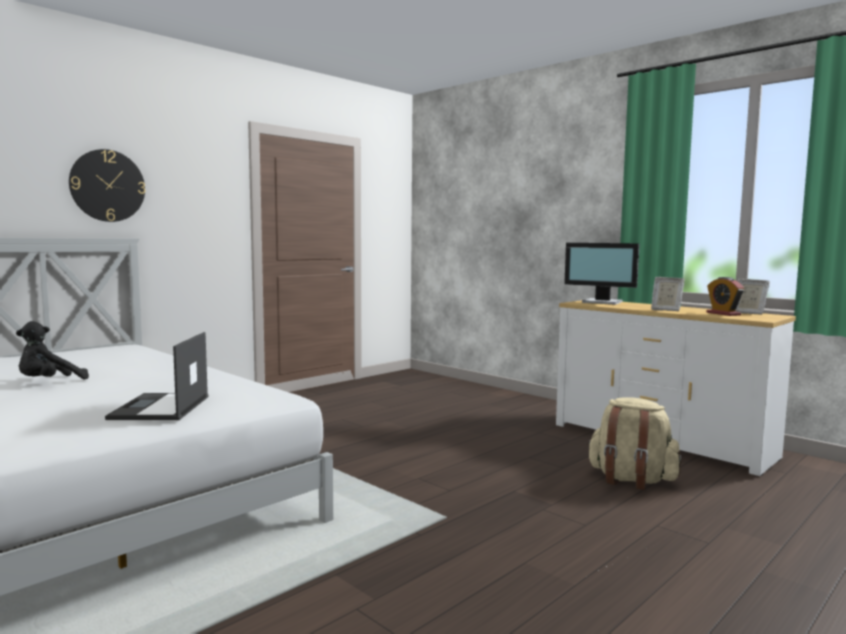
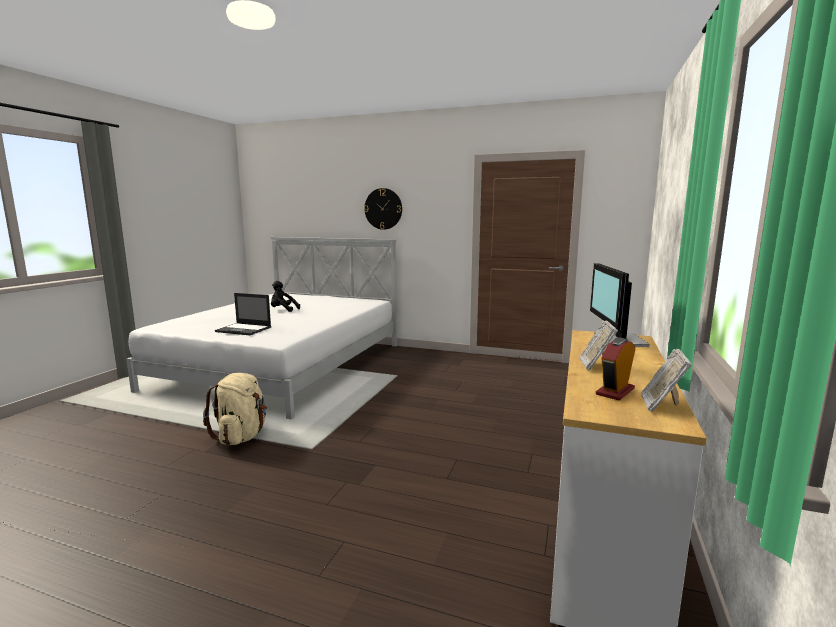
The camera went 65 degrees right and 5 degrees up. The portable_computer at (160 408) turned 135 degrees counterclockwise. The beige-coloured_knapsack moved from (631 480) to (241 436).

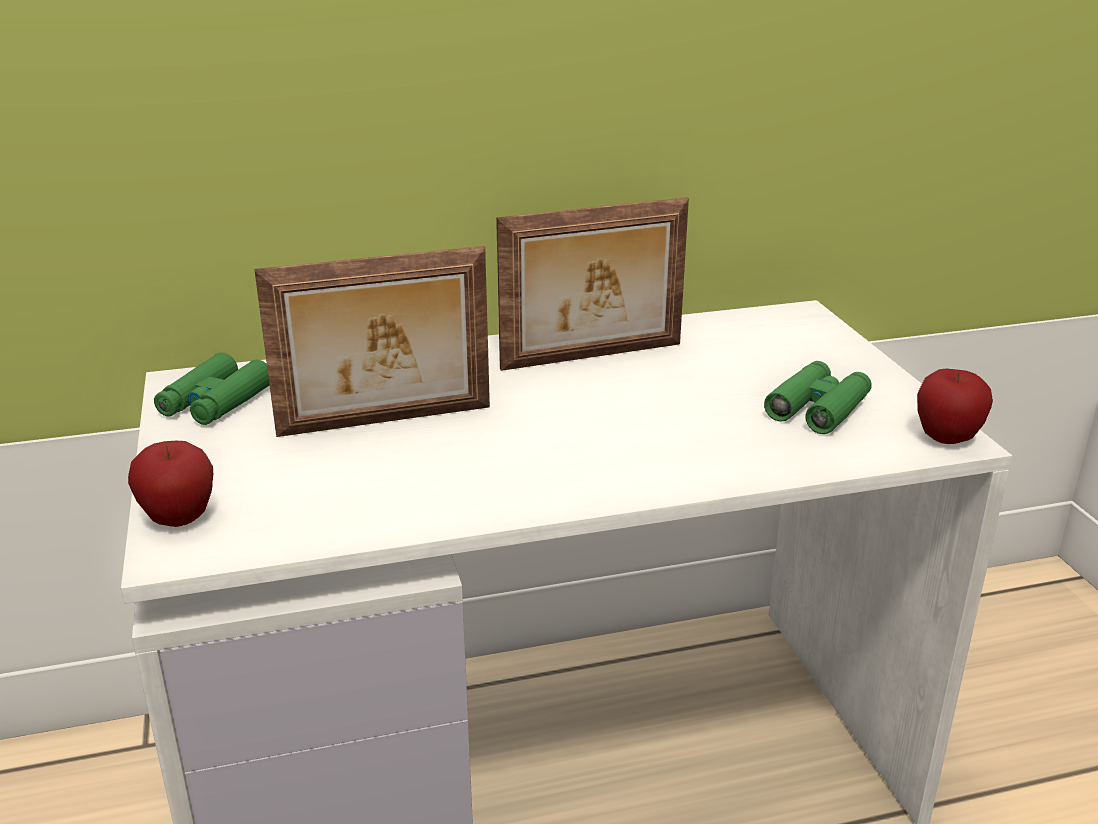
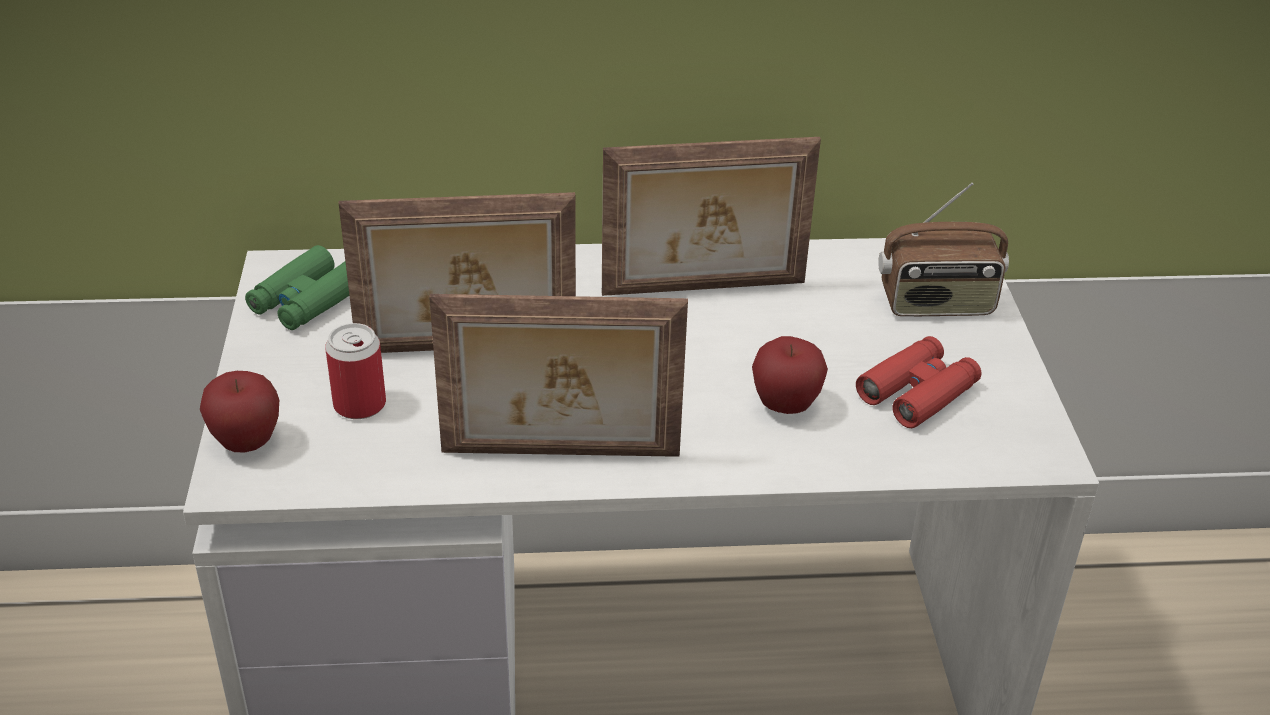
The camera went 10 degrees right and 10 degrees up. The greenish_pair_of_binoculars at (818 408) became the reddish_pair_of_binoculars at (917 392). The whole_apple moved from (946 439) to (785 406). The metal_can at (359 405) appeared. The photo_frame at (560 455) appeared. The radio at (937 304) appeared.

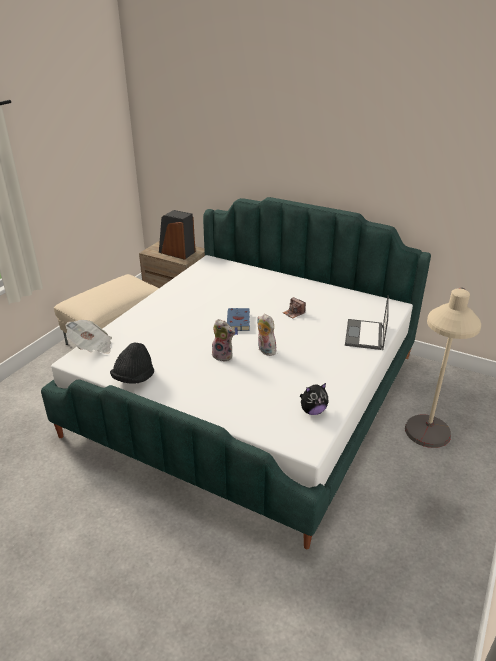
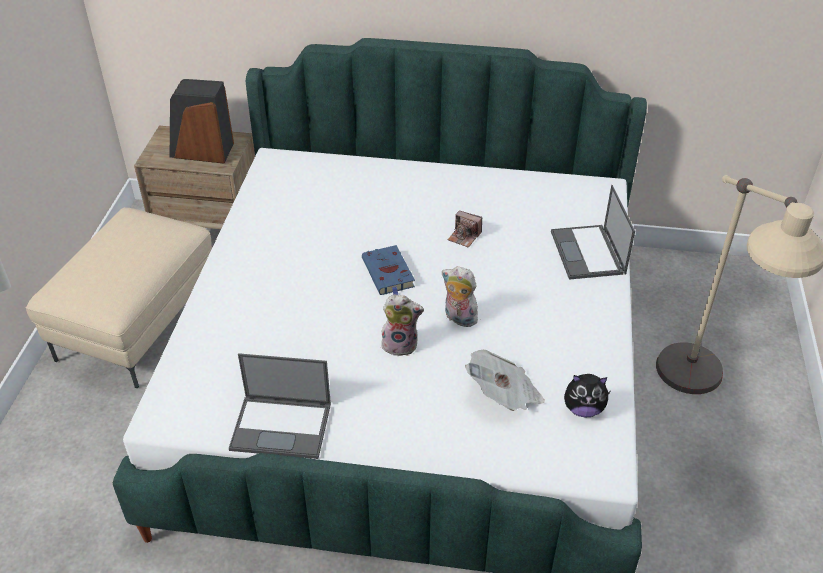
The camera went 20 degrees left and 10 degrees up. The daily_paper moved from (92 347) to (504 395). The blackish_clothing_hat at (134 378) was replaced by the portable_computer at (282 426). The plush_toy at (312 411) turned 45 degrees clockwise.

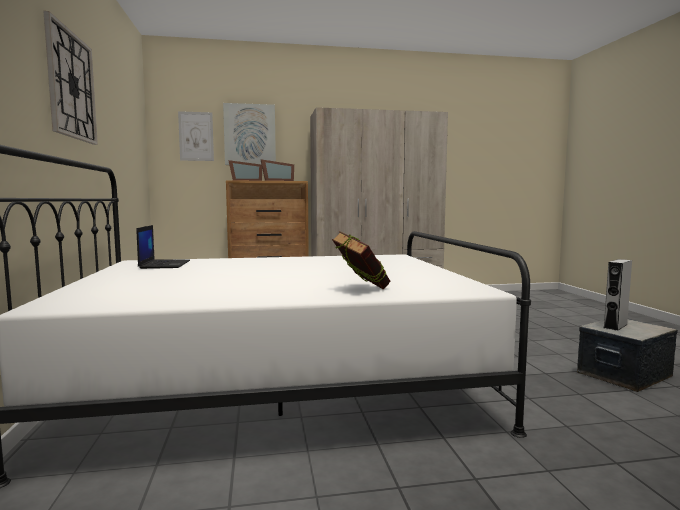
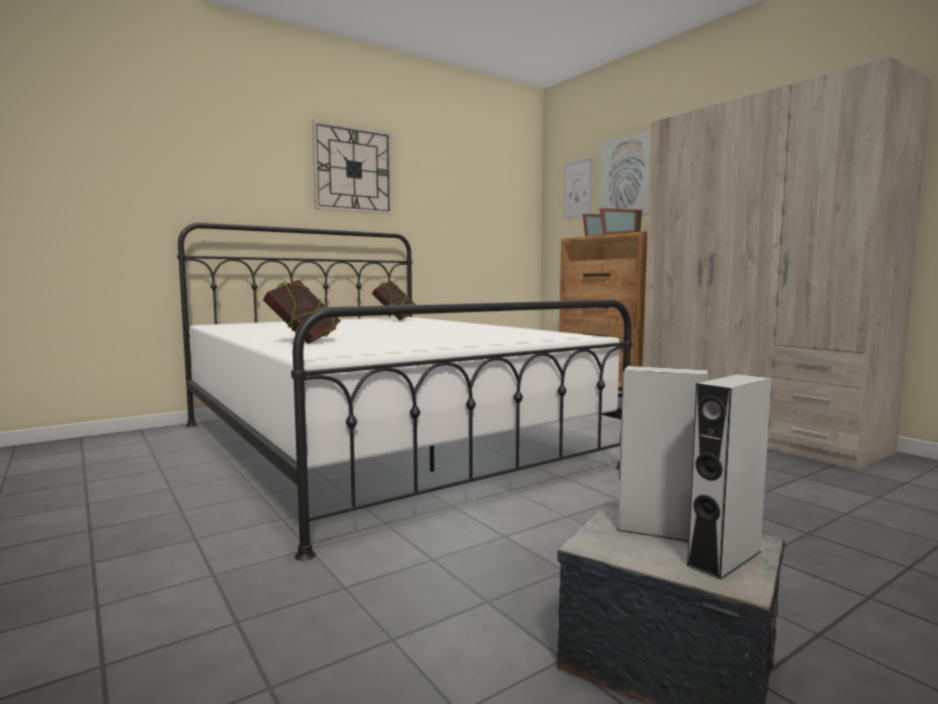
The camera went 65 degrees right and 0 degrees up. The portable_computer at (164 264) was replaced by the book at (395 320). The greyish_speaker at (724 558) appeared.

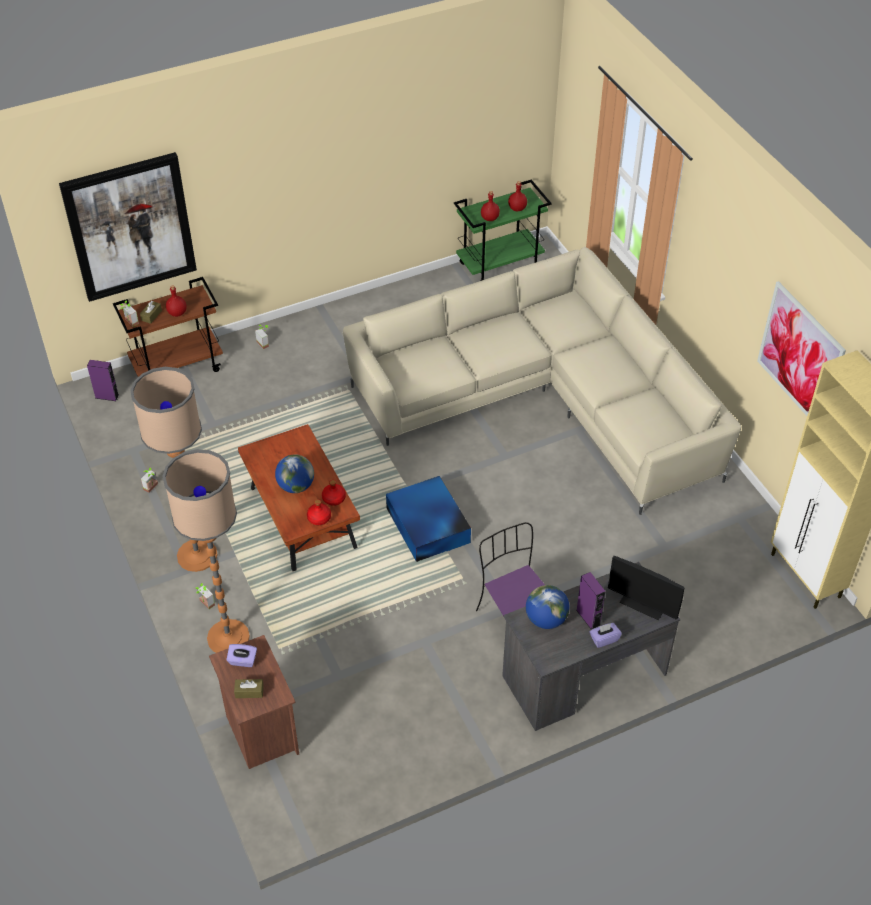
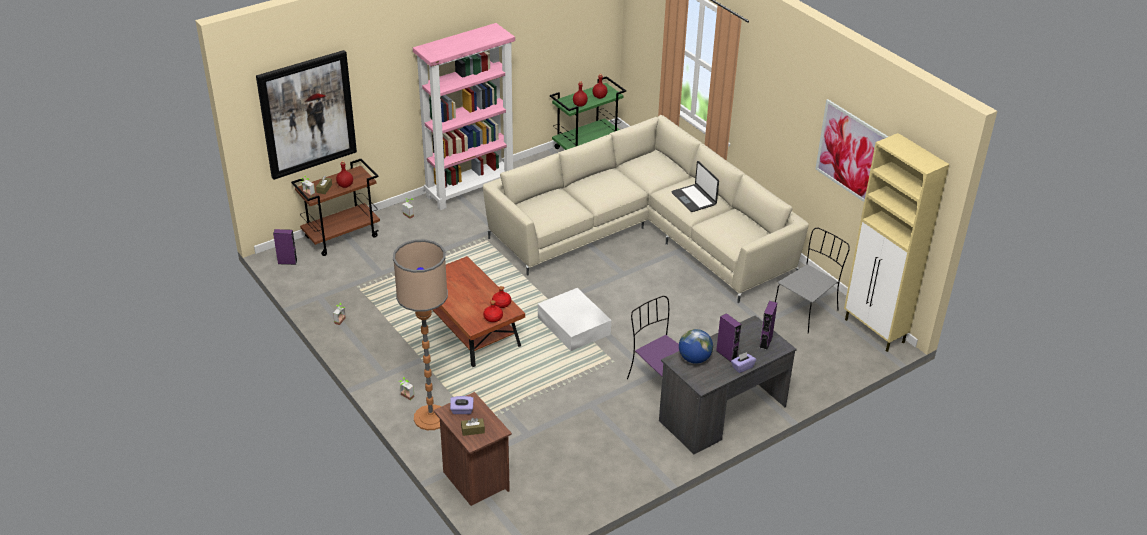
The camera went 10 degrees left and 10 degrees down. The standing_lamp at (197 555) disappeared. The world_globe at (296 486) disappeared. The bluish_storage_bin at (428 526) became the white-coloured_storage_bin at (574 326). The computer_screen at (642 604) was replaced by the purple-coloured_speaker at (765 342). The pinkish_bookshelf at (470 189) appeared. The portable_computer at (694 198) appeared. The greyish_plain_chair at (806 310) appeared.

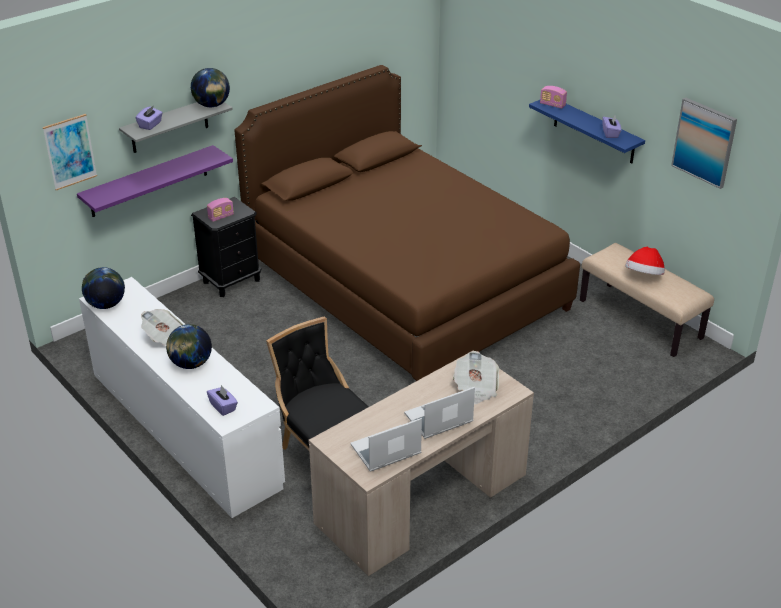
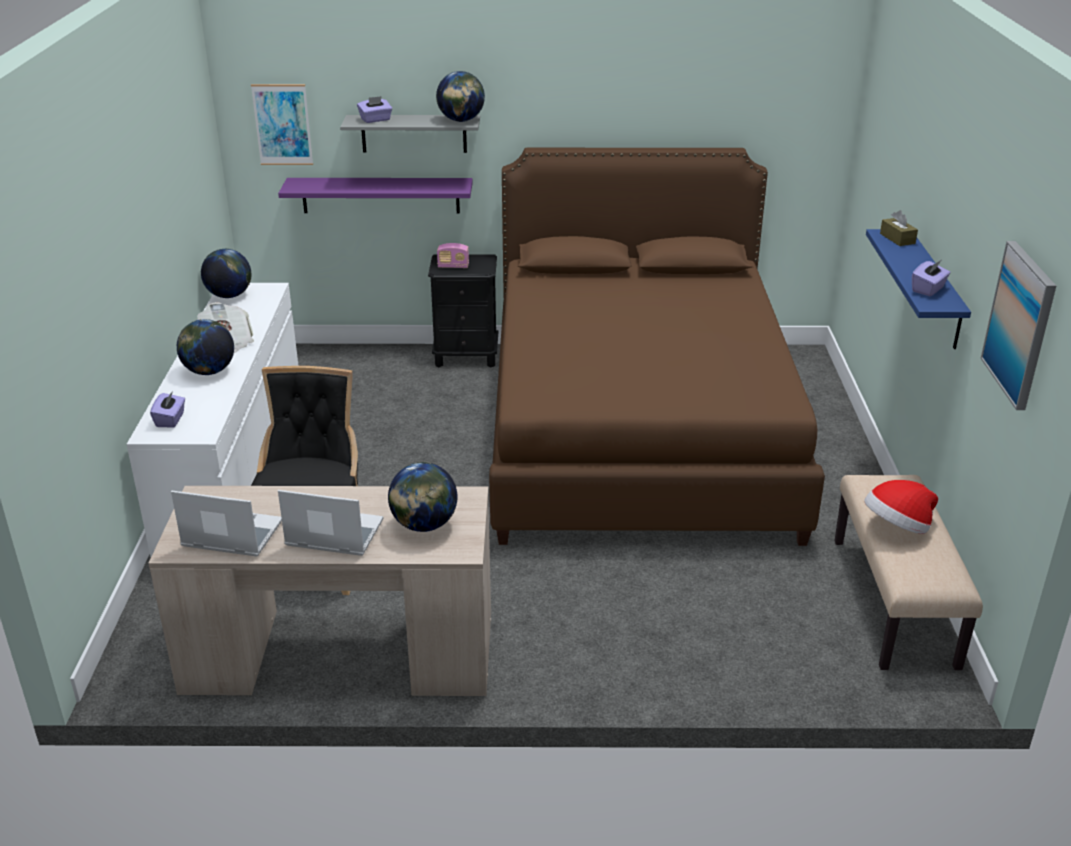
The camera went 40 degrees right and 5 degrees down. The daily_paper at (476 388) was replaced by the world_globe at (424 525). The radio at (552 105) was replaced by the brown_box_of_tissues at (897 238).

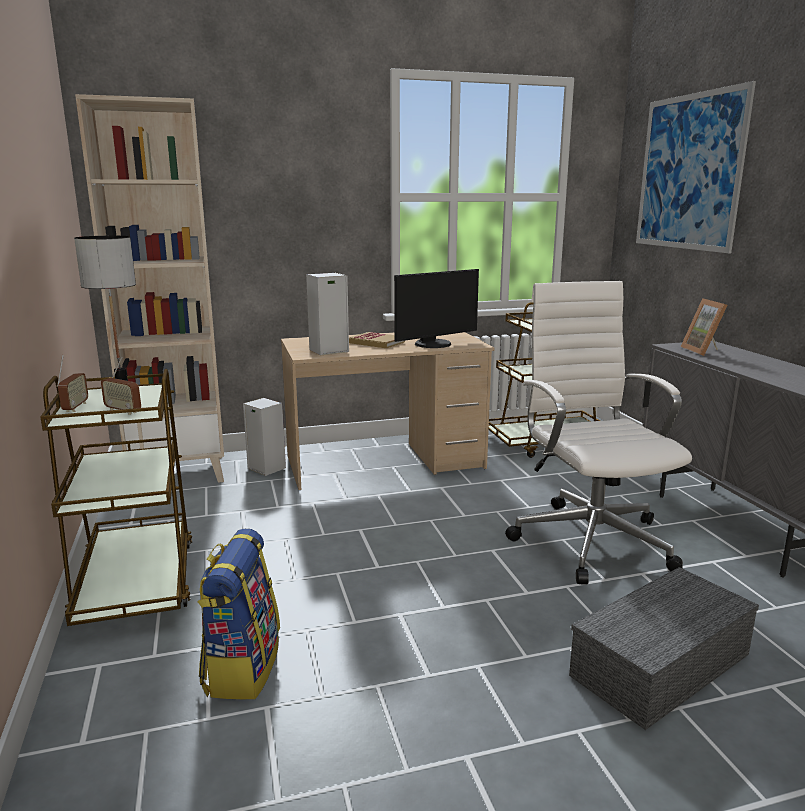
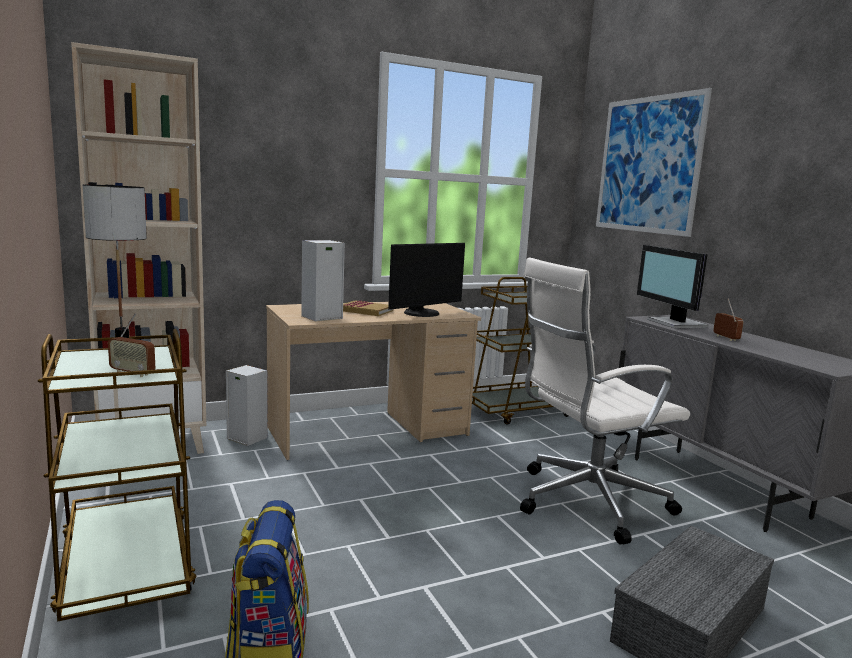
The camera went 10 degrees left and 5 degrees down. The radio moved from (75 407) to (725 338). The white-coloured_desk_chair at (590 539) turned 90 degrees counterclockwise. The photo_frame at (704 351) was replaced by the computer_screen at (675 323).

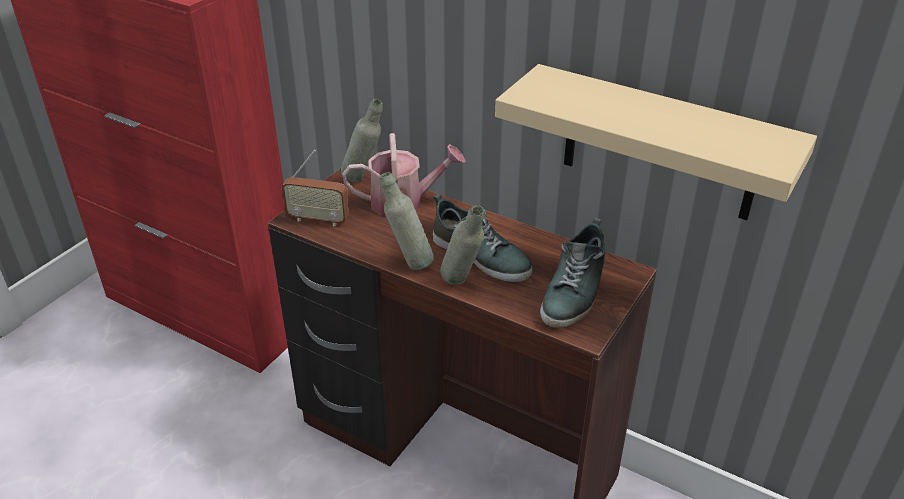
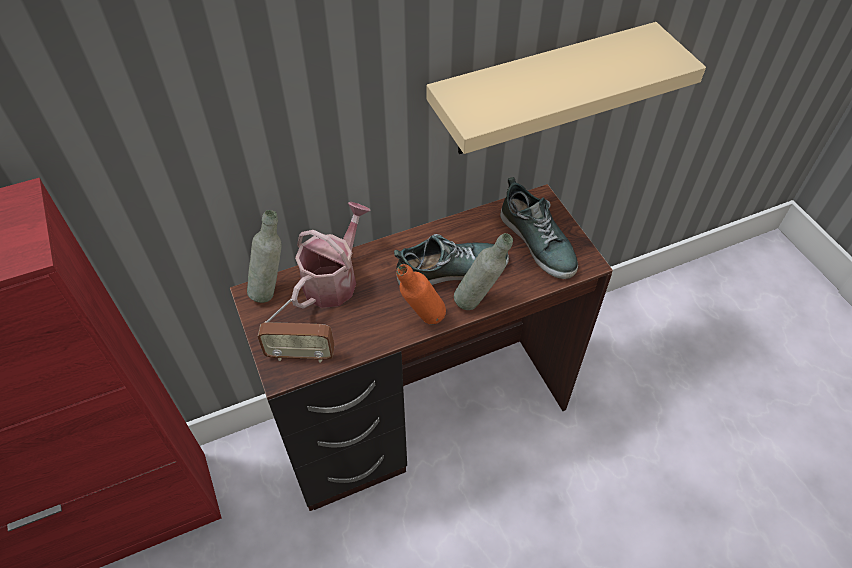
The camera went 55 degrees left and 15 degrees up. The radio at (318 219) turned 45 degrees clockwise. The greyish_drink_bottle at (408 263) became the orange_drink_bottle at (422 322).

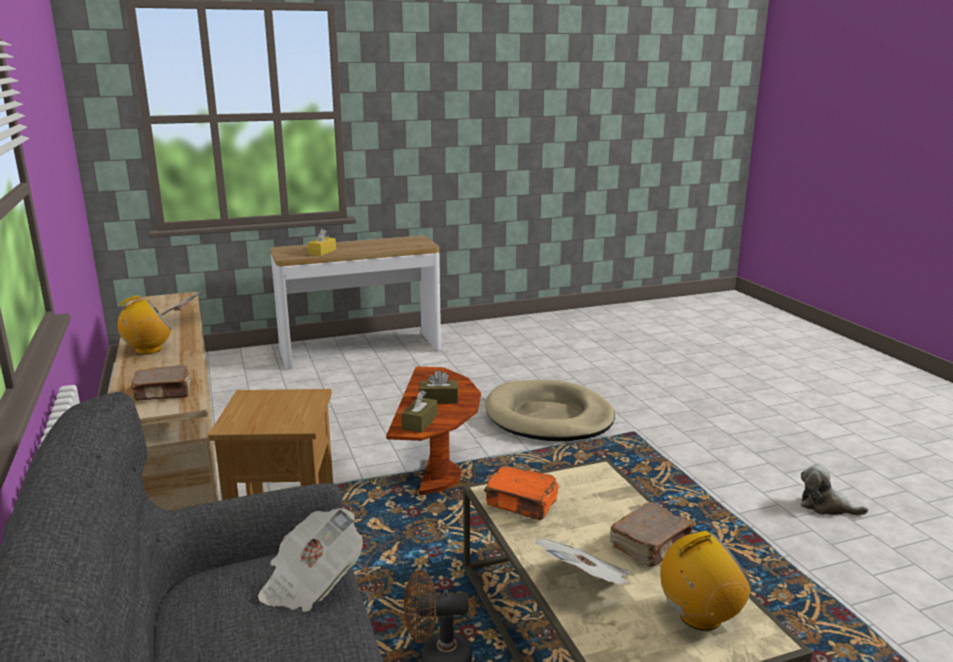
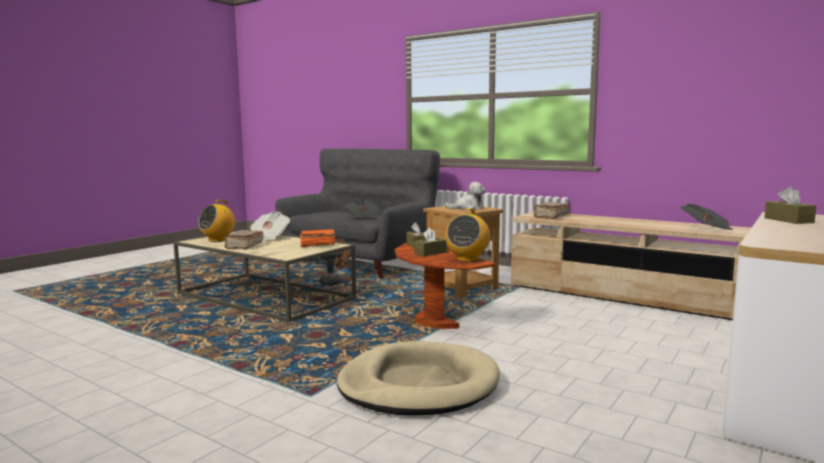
The camera went 145 degrees right and 10 degrees down. The radio moved from (148 350) to (467 259). The yellow_box_of_tissues at (322 252) became the brown_box_of_tissues at (788 220). The plush_toy moved from (826 506) to (467 208).

